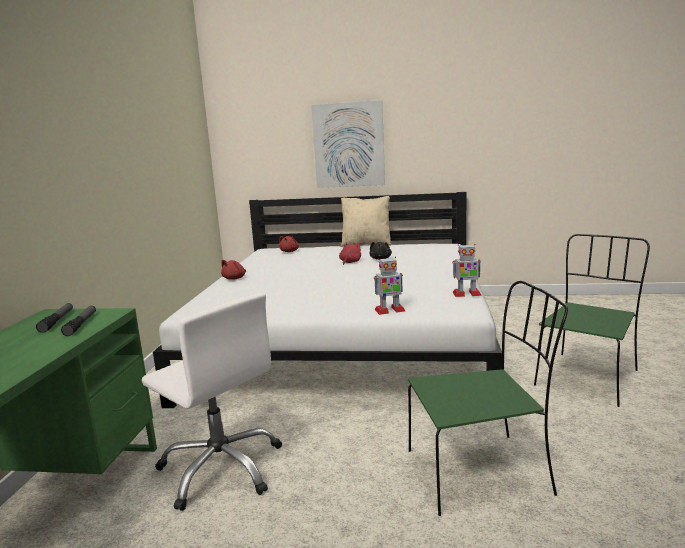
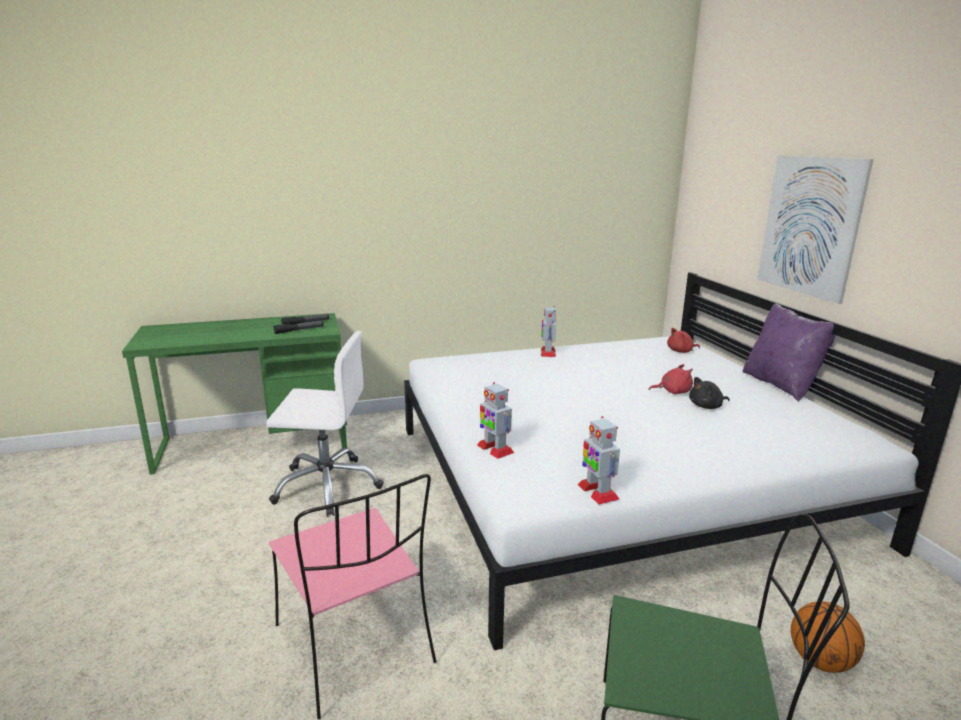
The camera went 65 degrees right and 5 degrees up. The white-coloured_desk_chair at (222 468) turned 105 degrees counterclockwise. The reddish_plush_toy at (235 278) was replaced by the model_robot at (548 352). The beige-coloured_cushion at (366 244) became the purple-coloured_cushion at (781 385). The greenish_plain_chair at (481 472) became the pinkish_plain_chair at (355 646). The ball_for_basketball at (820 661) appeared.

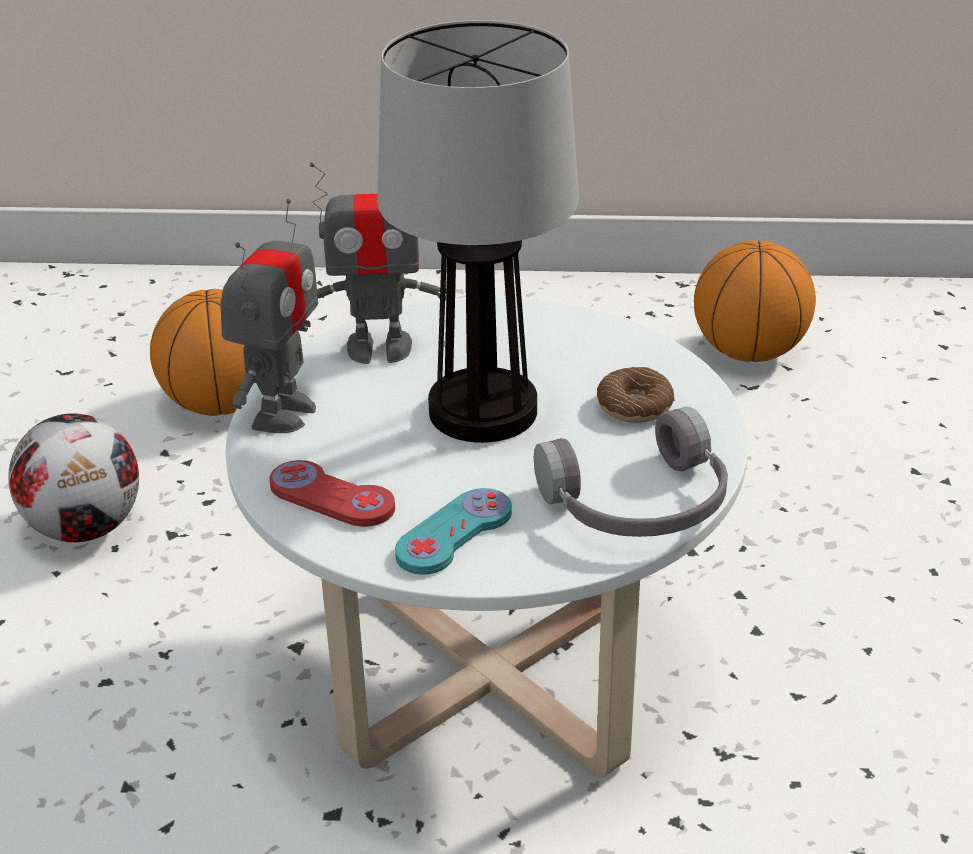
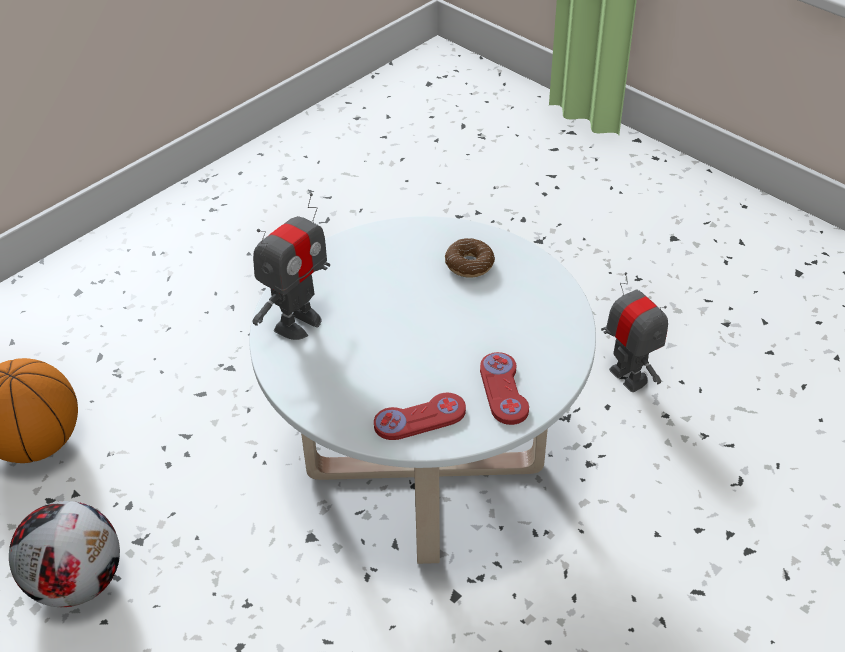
The camera went 50 degrees left and 10 degrees up. The model_robot moved from (282 413) to (628 376). The lamp_for_a_table at (481 412) disappeared. The blue-green_game_controller at (454 534) became the reddish_game_controller at (503 390). The greyish_headset at (640 505) disappeared. The ball_for_basketball at (749 352) disappeared.

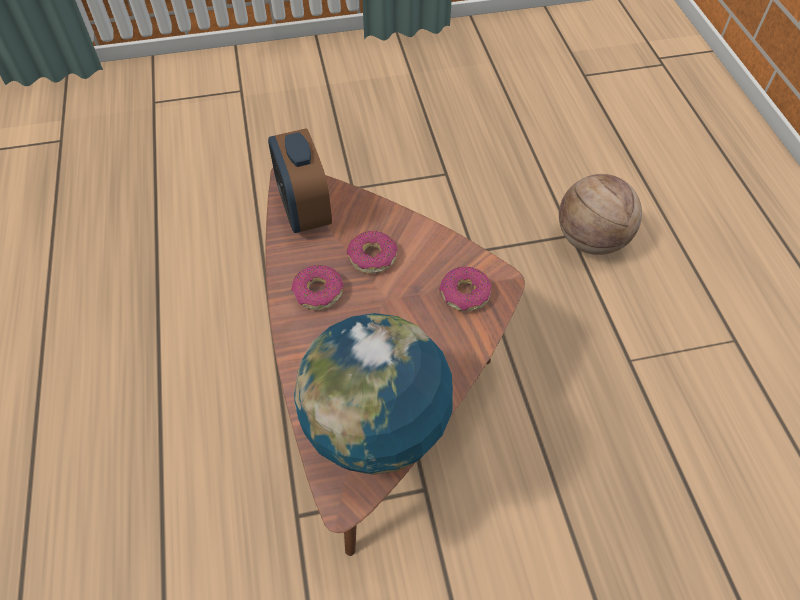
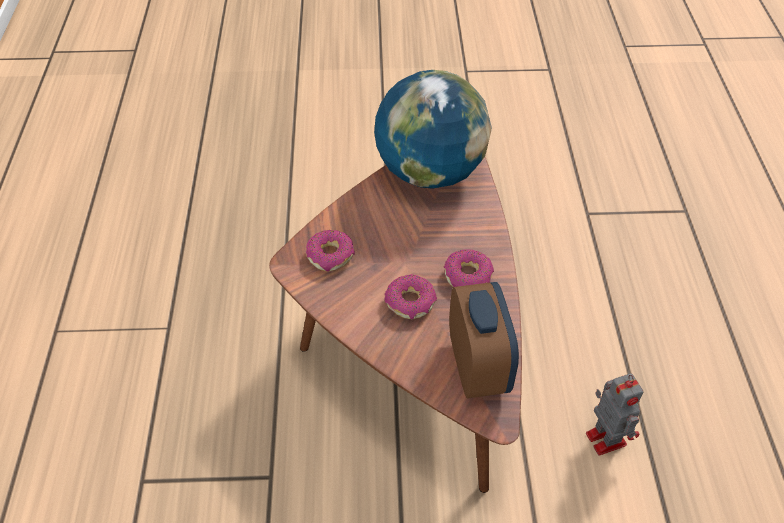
The camera went 170 degrees left and 5 degrees down. The ball_for_basketball at (591 240) disappeared. The model_robot at (605 437) appeared.

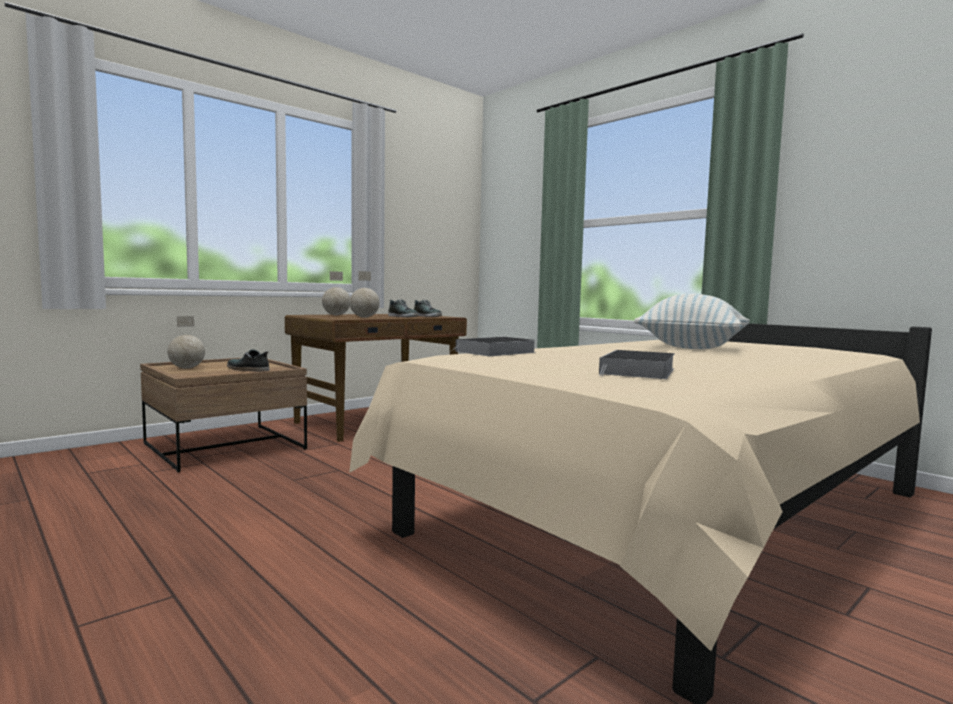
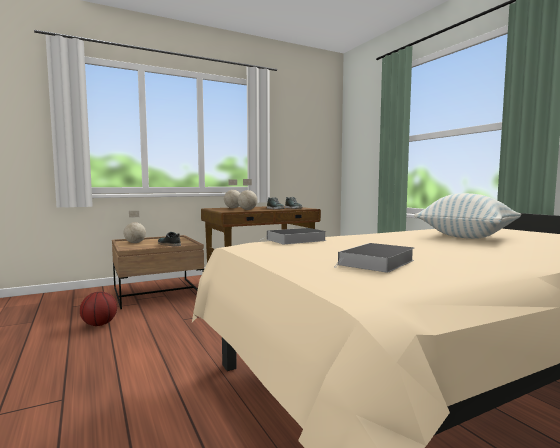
The camera went 15 degrees right and 0 degrees up. The ball_for_basketball at (99 324) appeared.

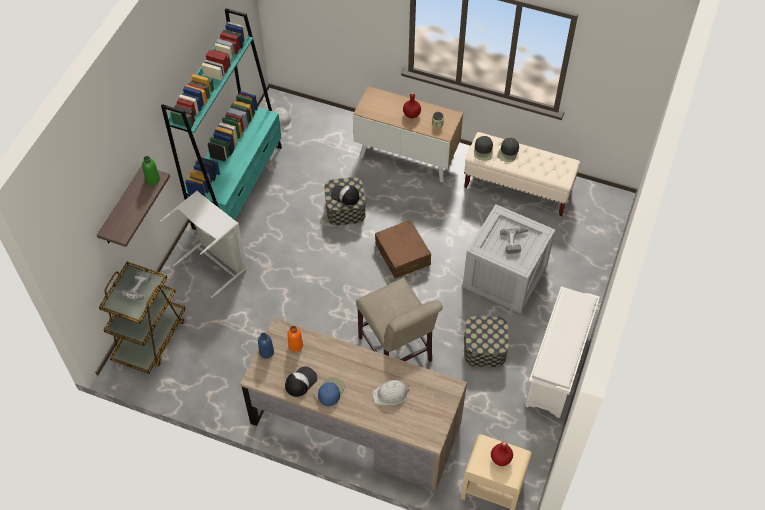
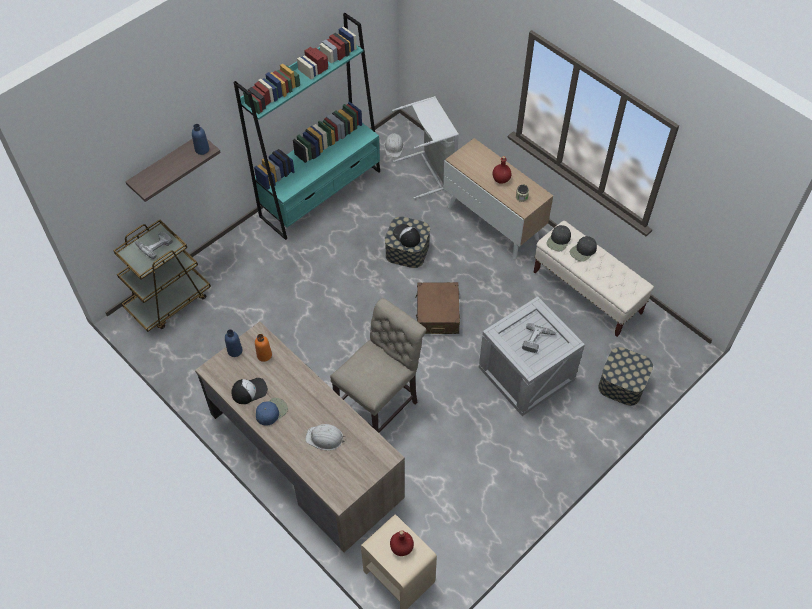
The camera went 25 degrees right and 0 degrees up. The greenish_drink_bottle at (152 179) became the bluish_drink_bottle at (202 149). The greyish_laundry_basket moved from (215 262) to (430 171). The beige-coloured_plain_chair at (397 352) turned 135 degrees counterclockwise. The storage_bin moved from (484 348) to (622 383). The white-coloured_shoe_stand at (557 369) disappeared.

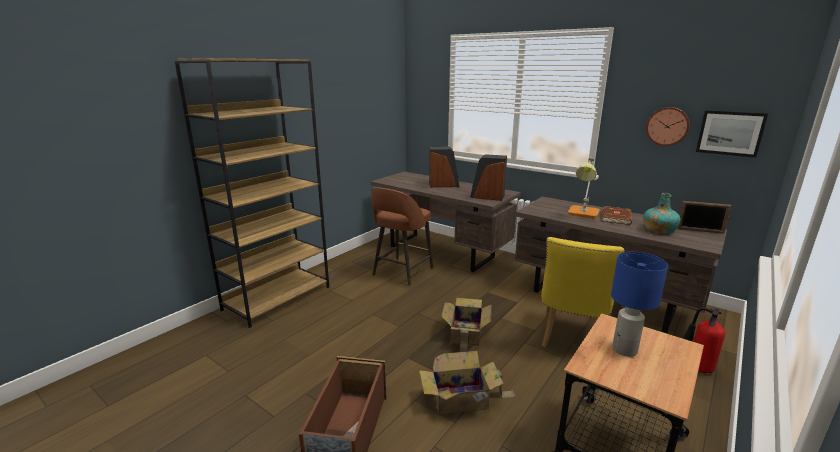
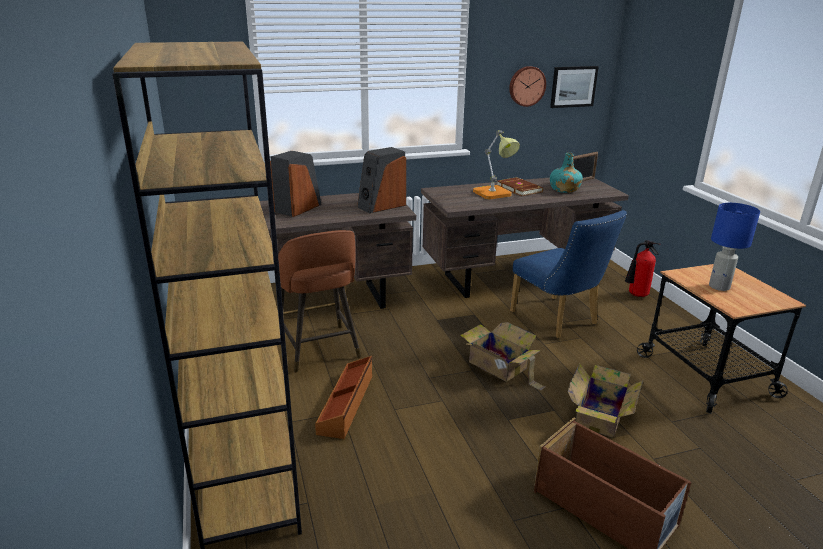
The camera went 55 degrees left and 5 degrees up. The yellow_plain_chair at (570 338) became the bluish_plain_chair at (558 320). The brown_storage_bin at (347 404) appeared.

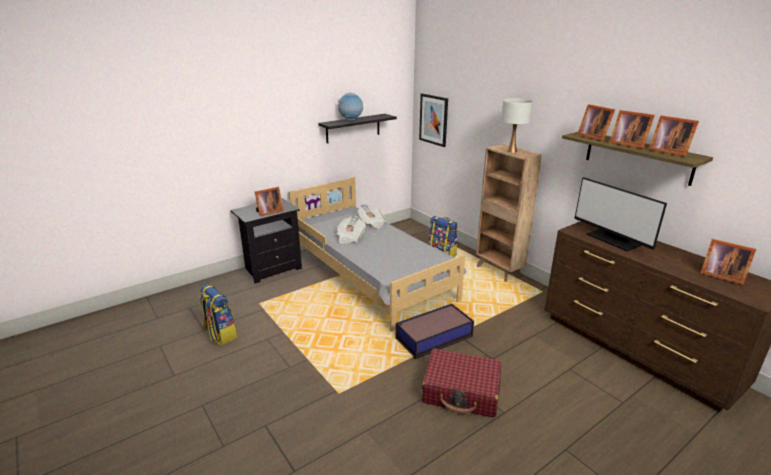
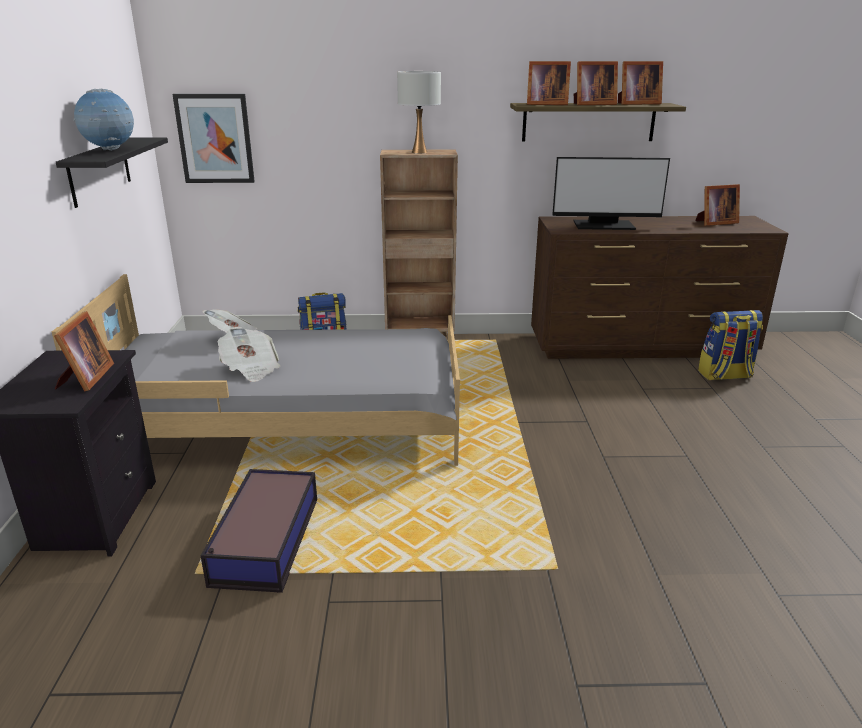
The camera went 55 degrees left and 0 degrees up. The knapsack moved from (220 334) to (725 375). The storage_bin moved from (433 337) to (265 542). The reddish_travel_case at (461 391) disappeared.

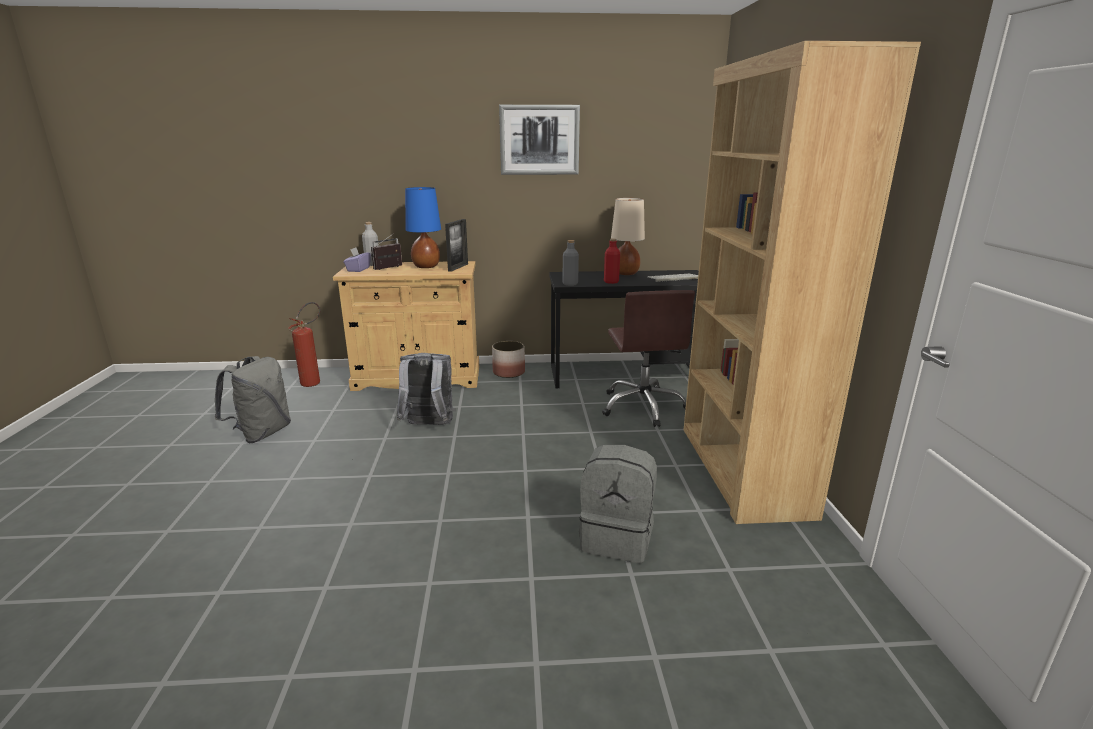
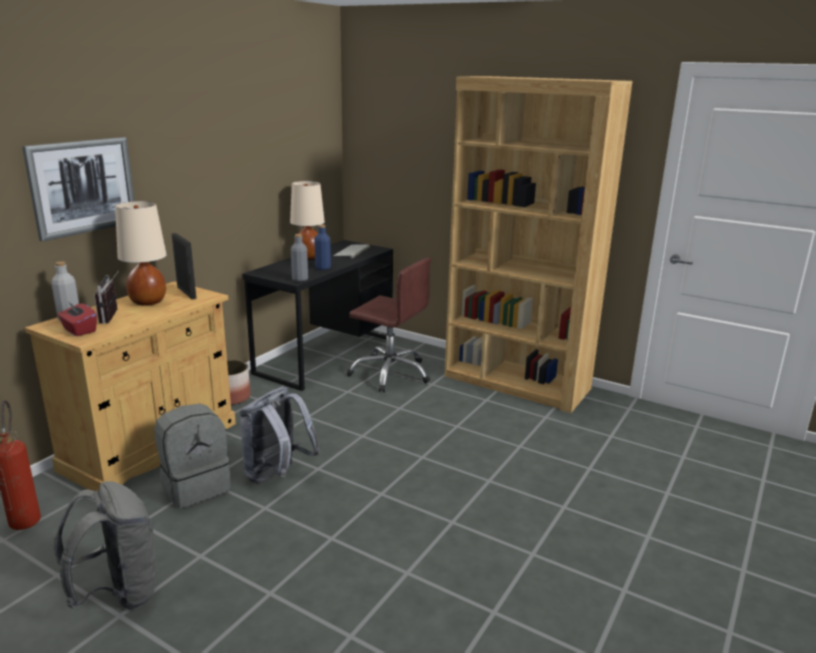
The camera went 55 degrees left and 0 degrees up. The purple-coloured_box_of_tissues at (358 269) became the reddish_box_of_tissues at (79 330). The bluish_lamp_for_a_table at (426 266) became the beige-coloured_lamp_for_a_table at (148 302). The wall_picture moved from (539 140) to (83 186). The greyish_knapsack moved from (617 538) to (195 486). The reddish_drink_bottle at (611 282) became the bluish_drink_bottle at (323 268).

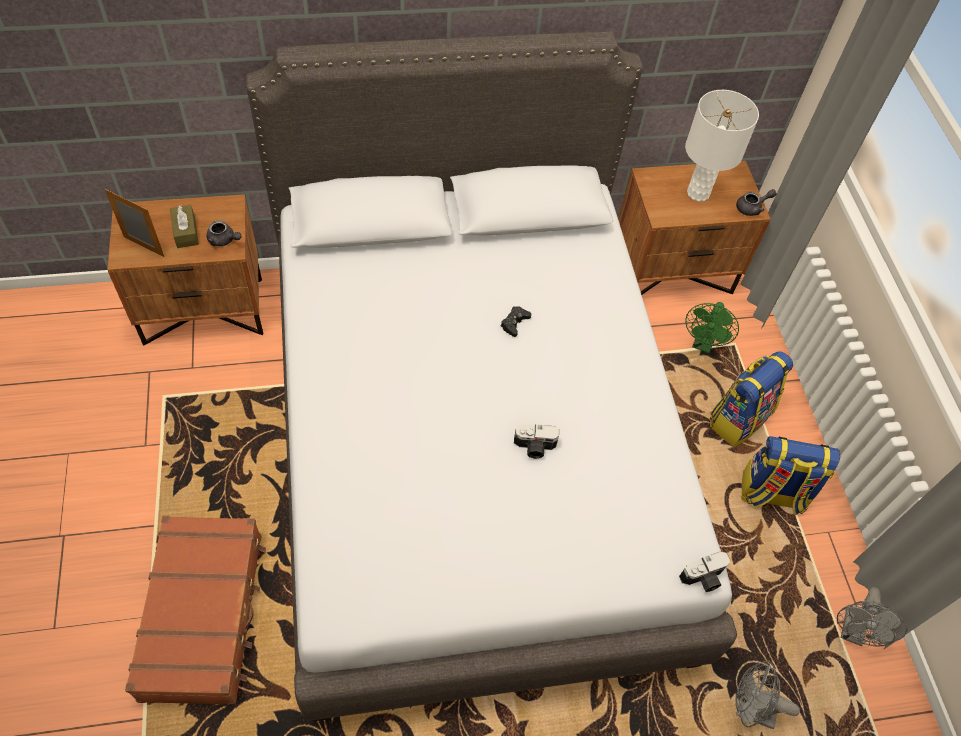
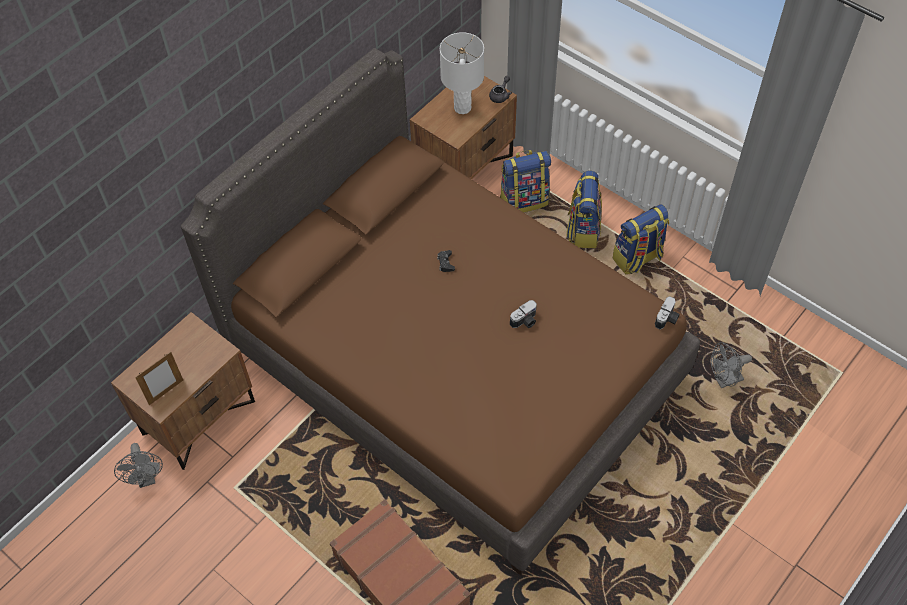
The camera went 35 degrees left and 0 degrees up. The photo_frame at (143 246) turned 150 degrees clockwise. The brown_box_of_tissues at (186 232) disappeared. The greyish_pot_for_tea at (224 240) disappeared. The greyish_bed at (470 447) became the brown_bed at (453 365). The greenish_electric_fan at (703 344) was replaced by the knapsack at (524 200). The greyish_electric_fan moved from (853 632) to (146 478).

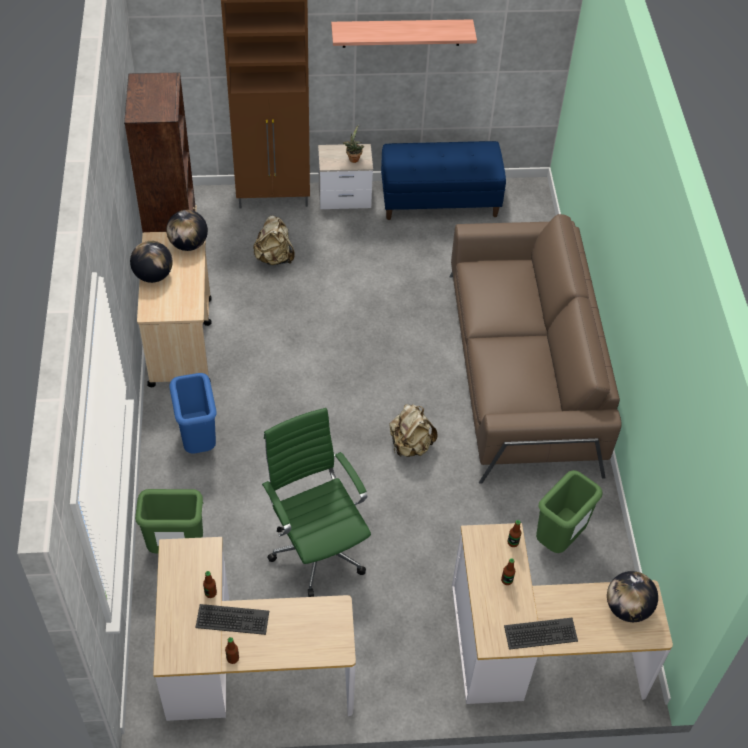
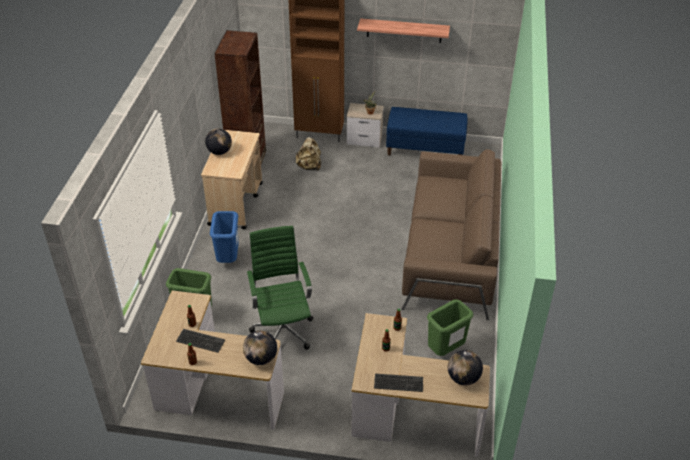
The camera went 15 degrees right and 10 degrees down. The world_globe moved from (188 244) to (261 358). The beige-coloured_knapsack at (410 445) disappeared.

